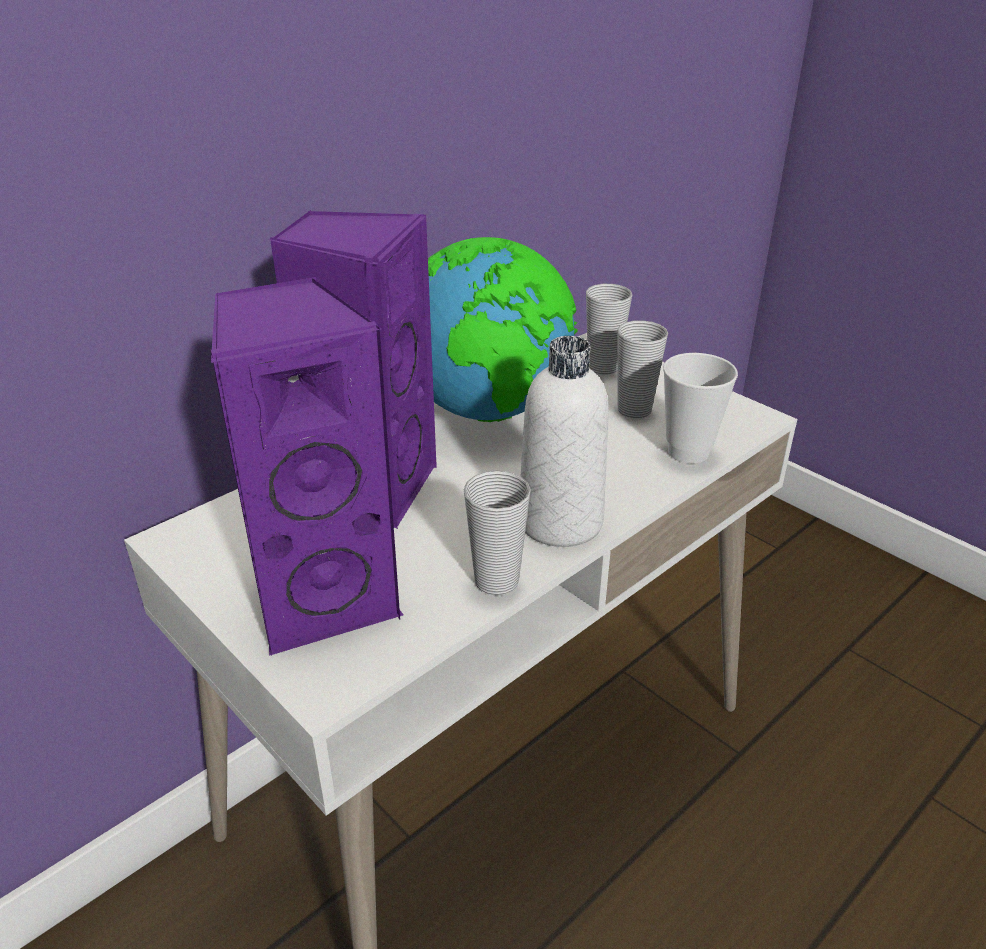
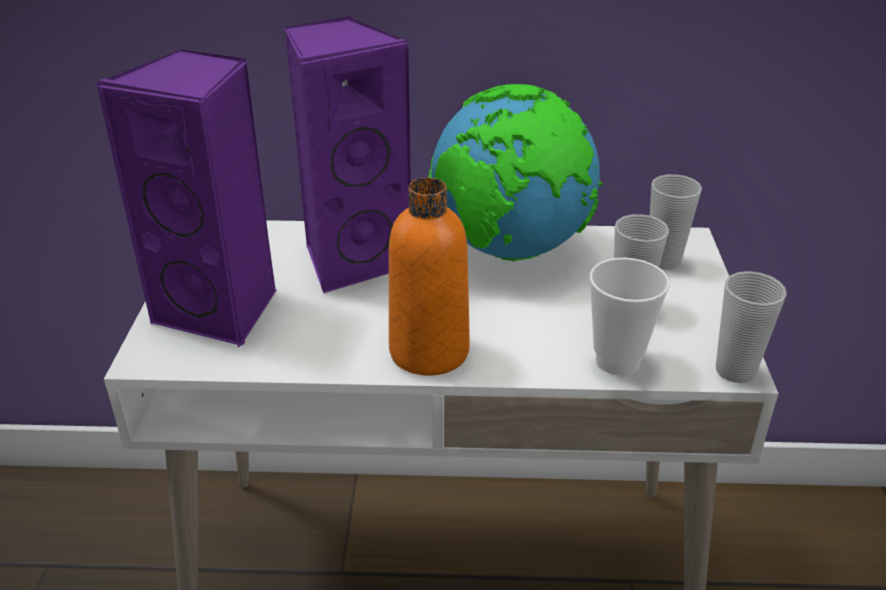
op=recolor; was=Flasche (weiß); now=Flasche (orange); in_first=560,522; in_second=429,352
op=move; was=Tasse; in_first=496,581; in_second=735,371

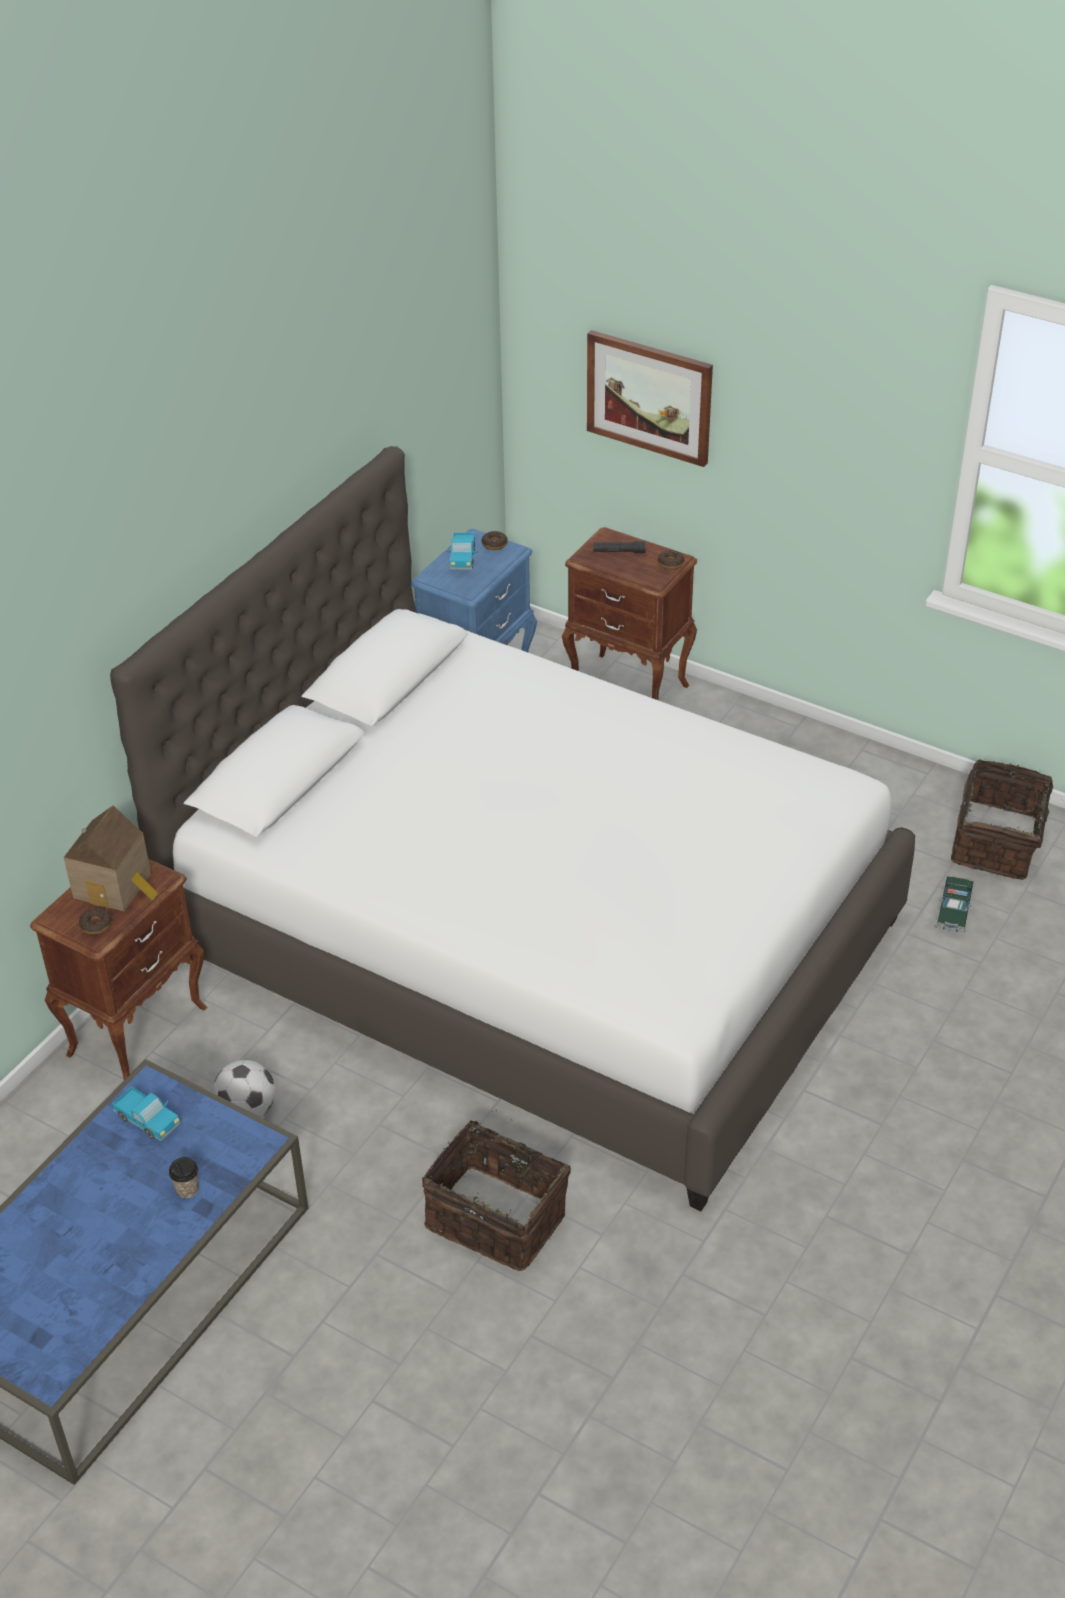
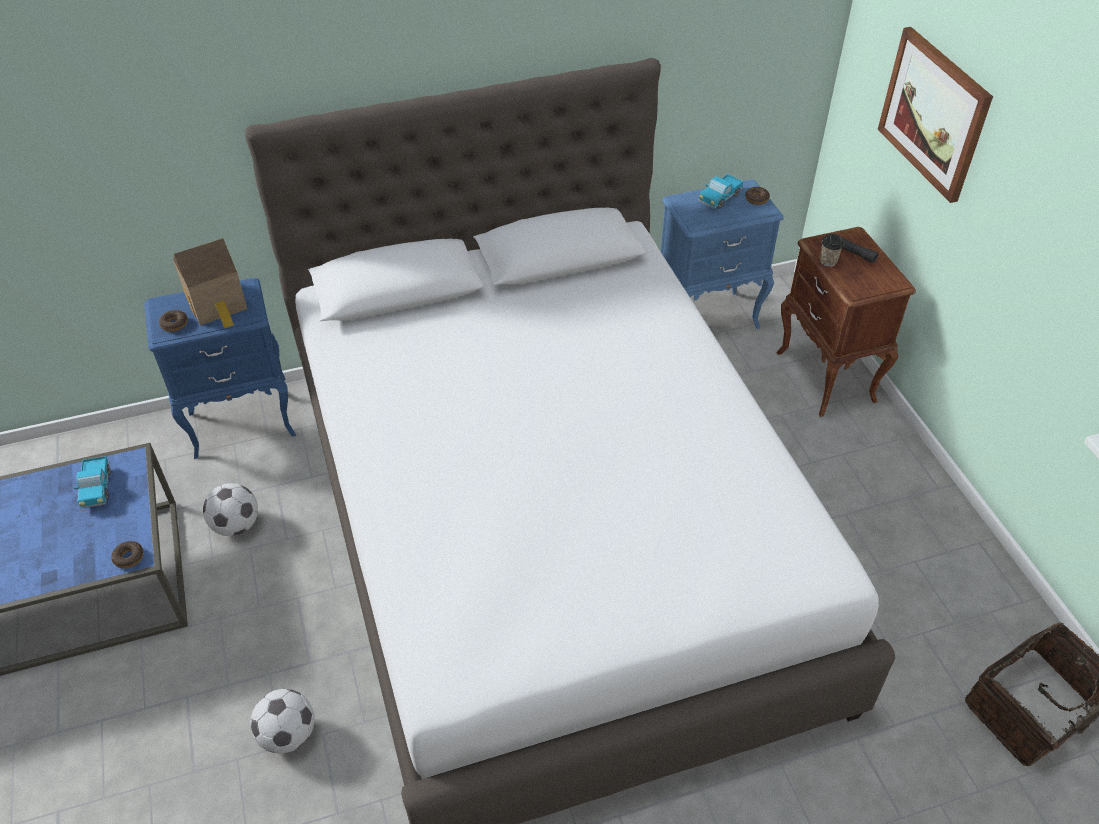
op=move; was=Donut; in_first=670,563; in_second=129,557
op=recolor; was=Nachttisch (braun); now=Nachttisch (blau); in_first=137,1031; in_second=242,424
op=replace; was=Korb; now=Fußball; in_first=498,1216; in_second=288,735
op=move; was=Tasse; in_first=187,1189; in_second=828,261
op=delete; was=Spielzeugauto; in_first=954,910

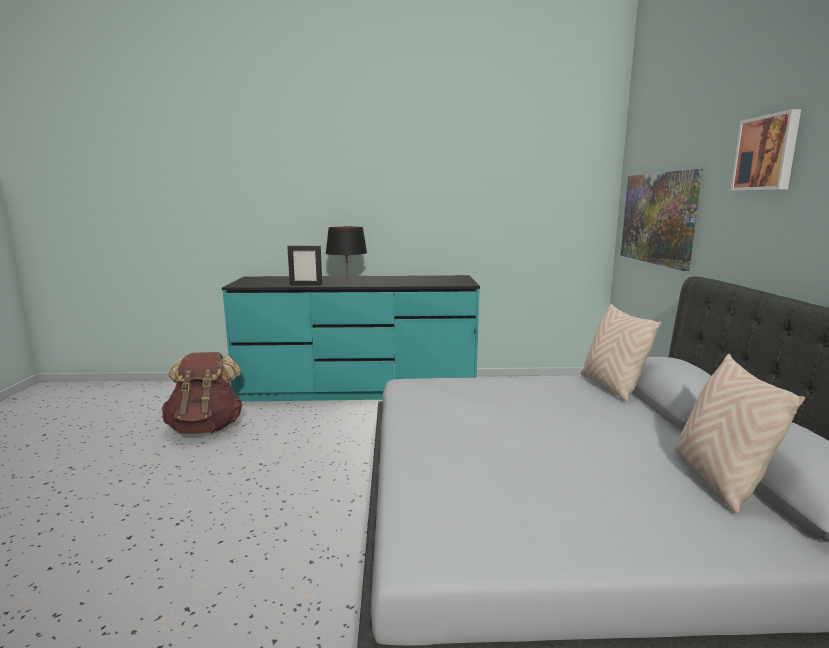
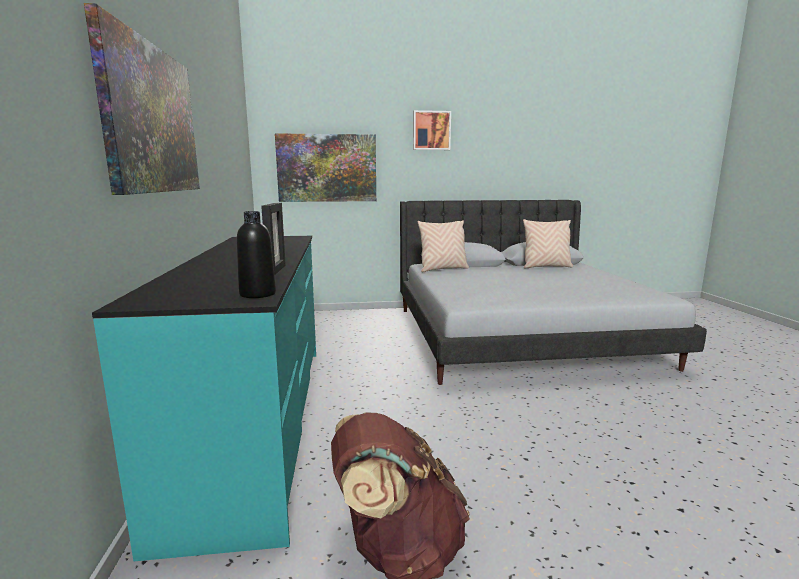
op=insert; now=Bild; in_second=152,119
op=insert; now=Flasche (schwarz); in_second=257,294
op=delete; was=Tischlampe (schwarz); in_first=347,280

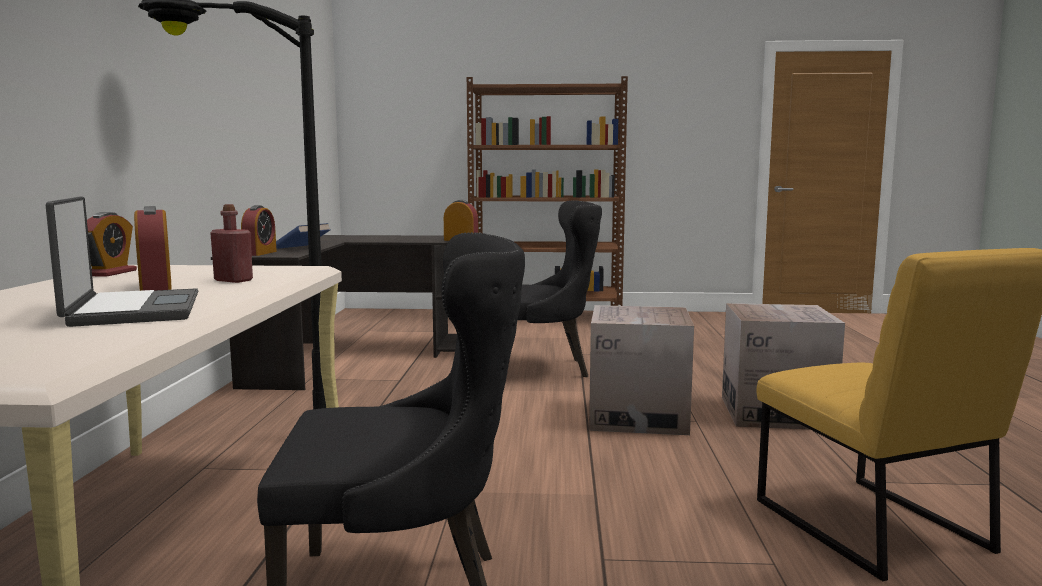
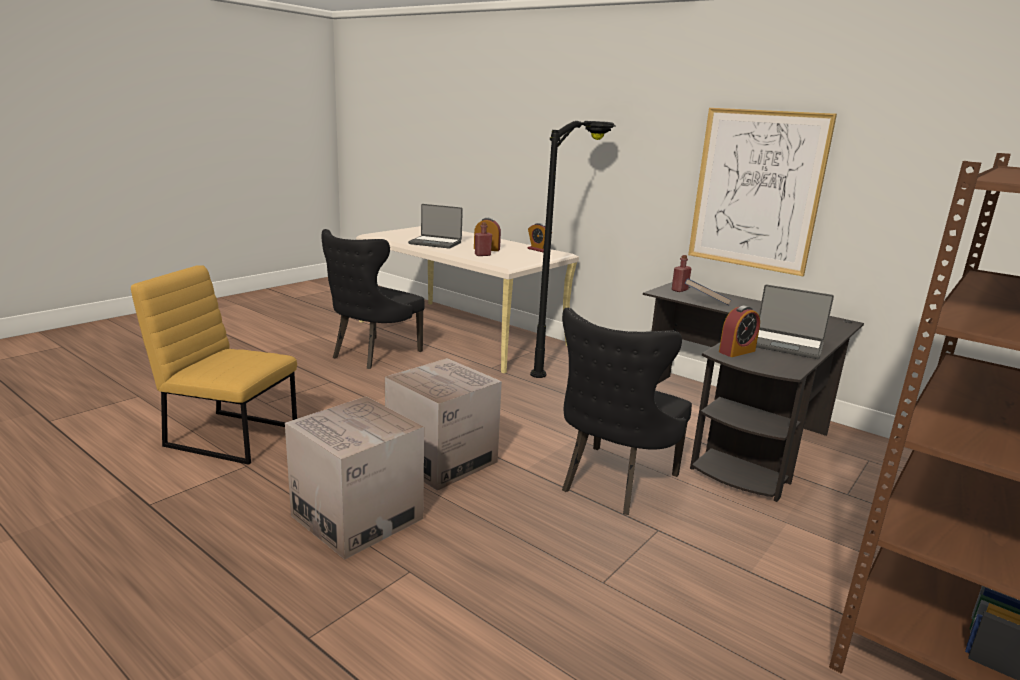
op=replace; was=Wecker; now=Flasche (rot); in_first=260,253; in_second=679,290
op=insert; now=Bild; in_second=756,190
op=insert; now=Laptop; in_second=786,345

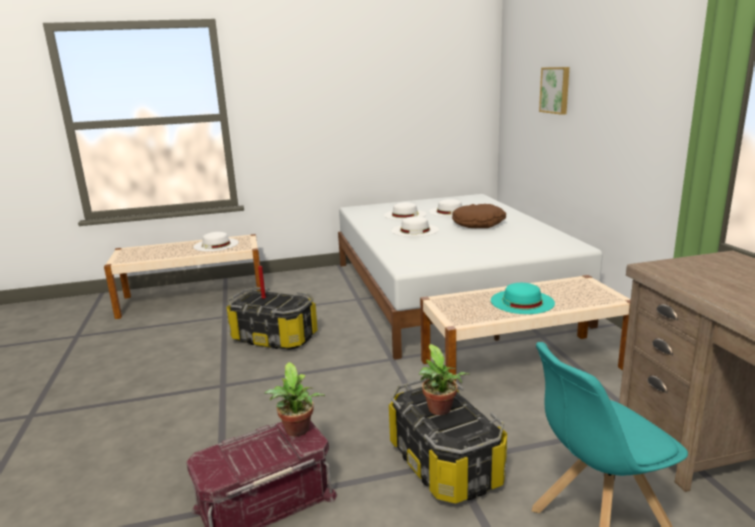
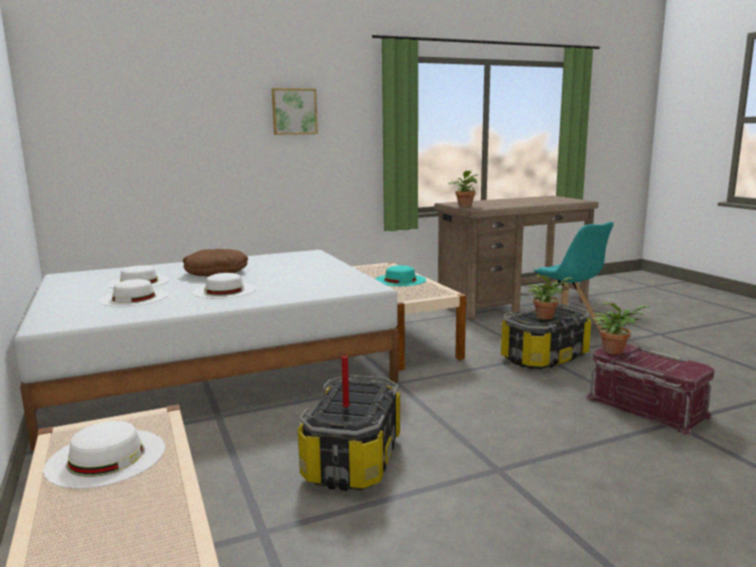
op=move; was=Bild; in_first=556,90; in_second=294,111
op=insert; now=Topfpflanze; in_second=464,206

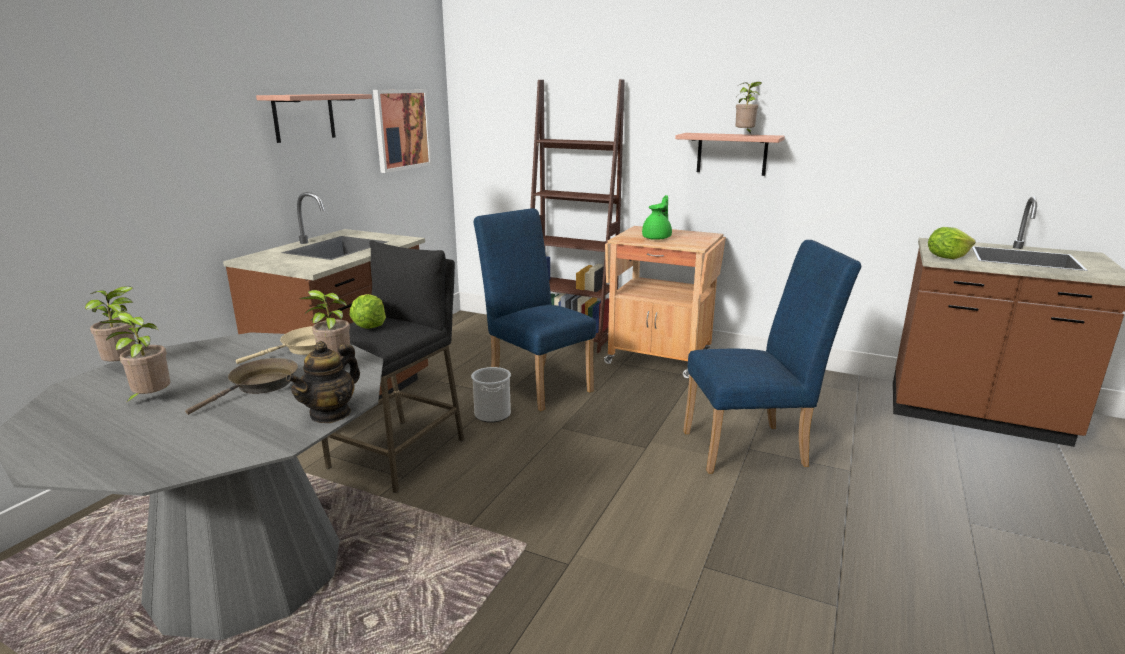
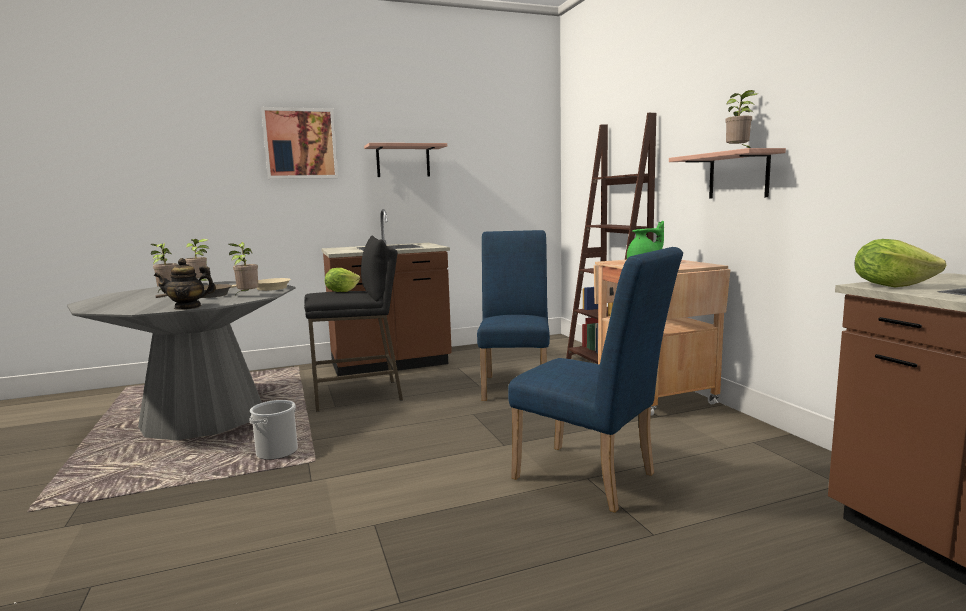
op=move; was=Eimer; in_first=492,414; in_second=277,452
op=move; was=Bild; in_first=401,129; in_second=300,143

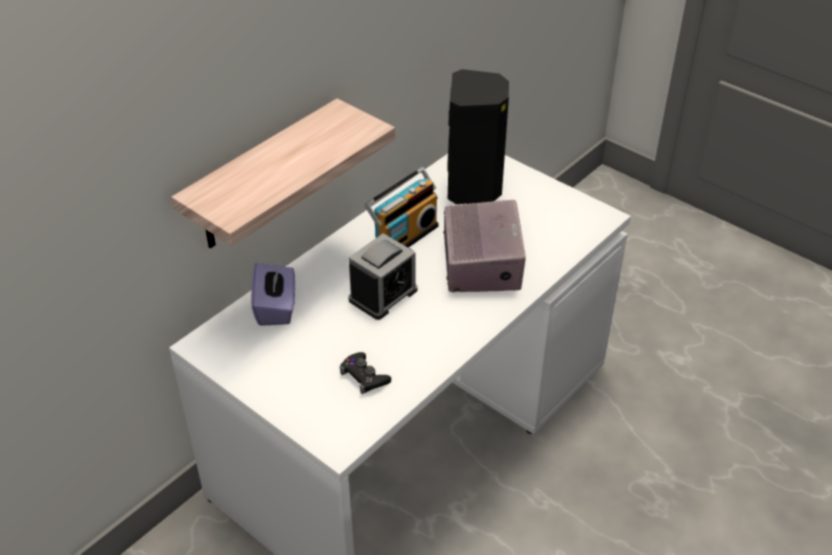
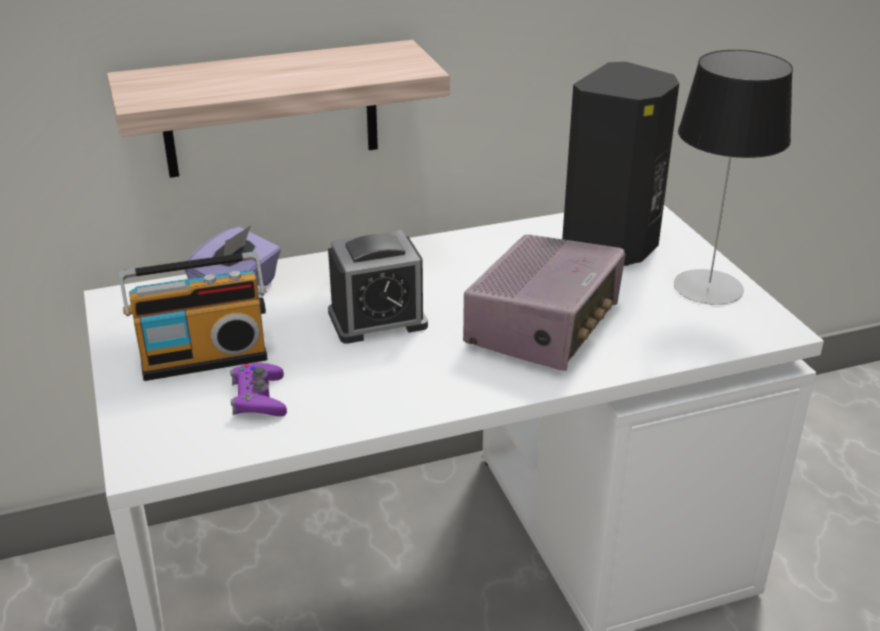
op=move; was=Radio; in_first=403,237; in_second=204,357
op=recolor; was=Gamepad (schwarz); now=Gamepad (lila); in_first=364,377; in_second=259,398
op=insert; now=Tischlampe; in_second=708,287

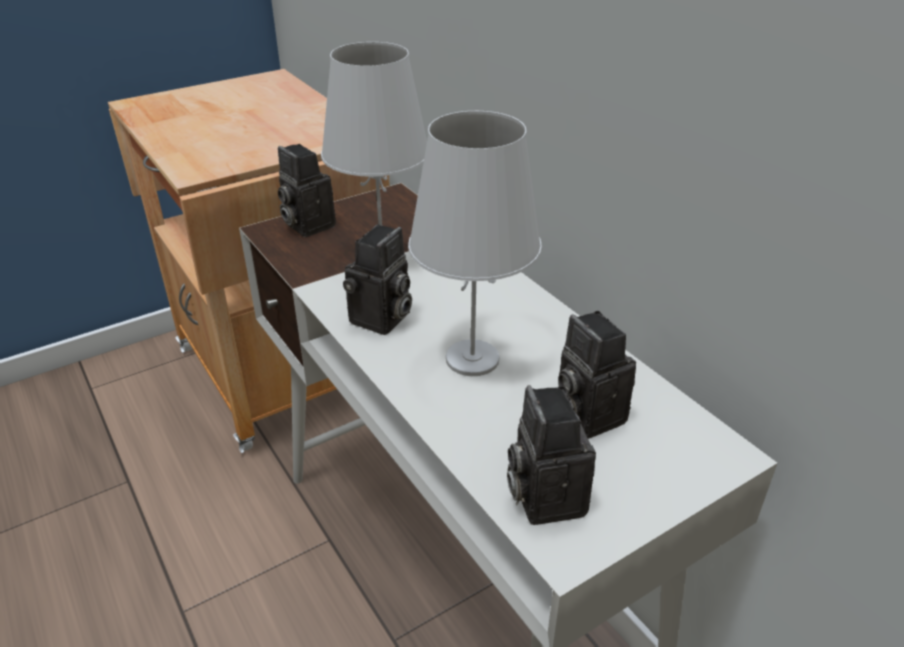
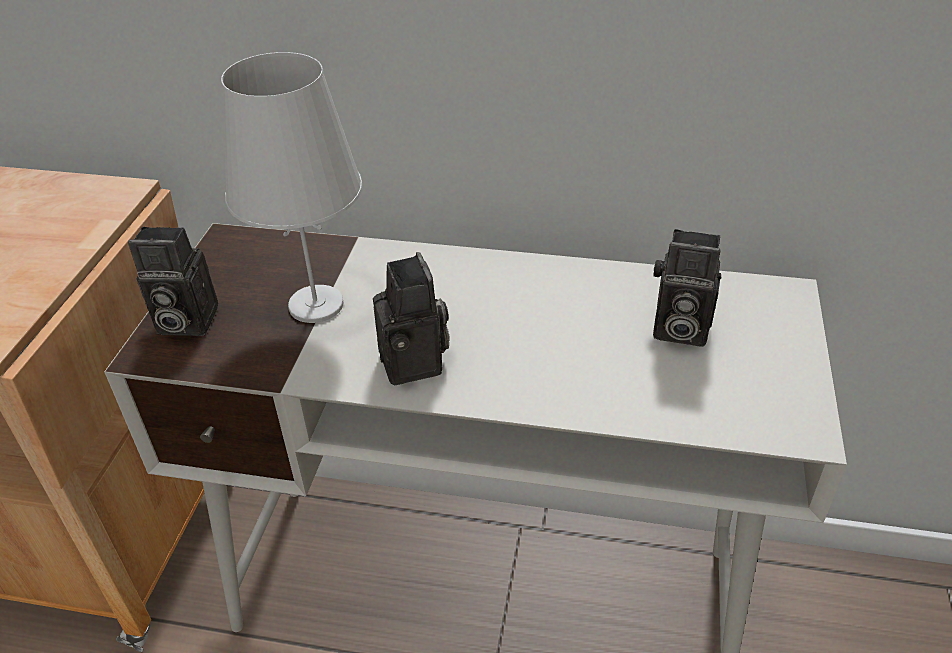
op=delete; was=Tischlampe (weiß); in_first=471,359
op=delete; was=Kamera; in_first=543,496

